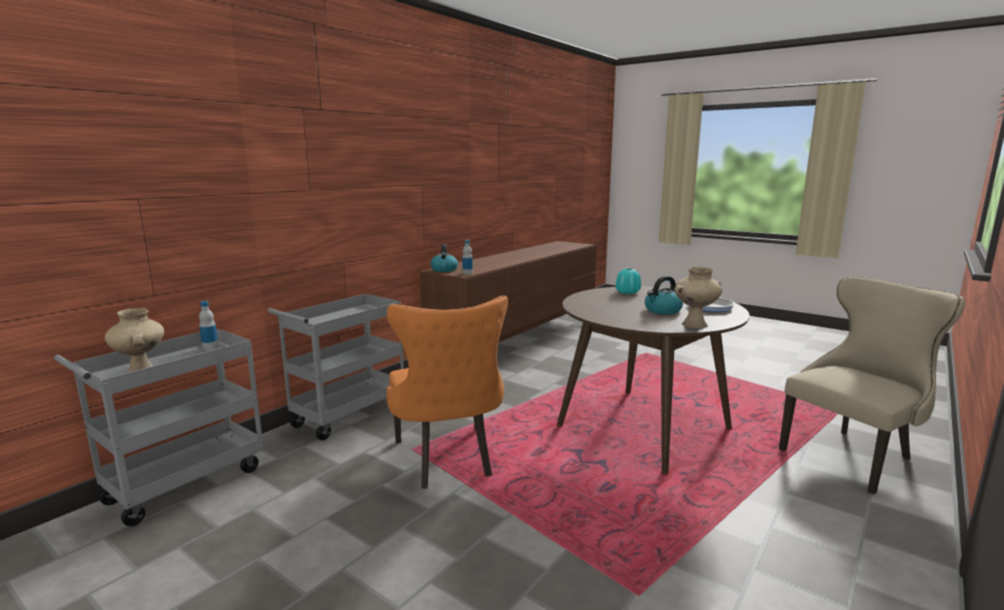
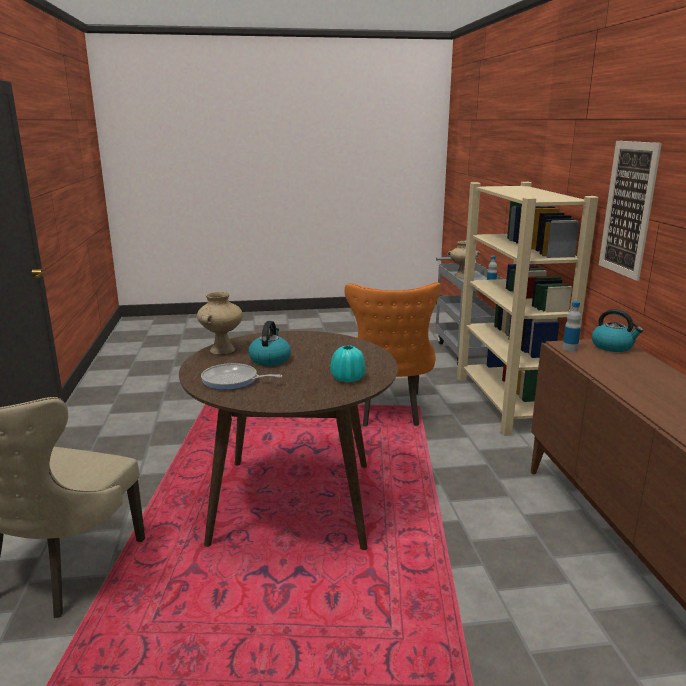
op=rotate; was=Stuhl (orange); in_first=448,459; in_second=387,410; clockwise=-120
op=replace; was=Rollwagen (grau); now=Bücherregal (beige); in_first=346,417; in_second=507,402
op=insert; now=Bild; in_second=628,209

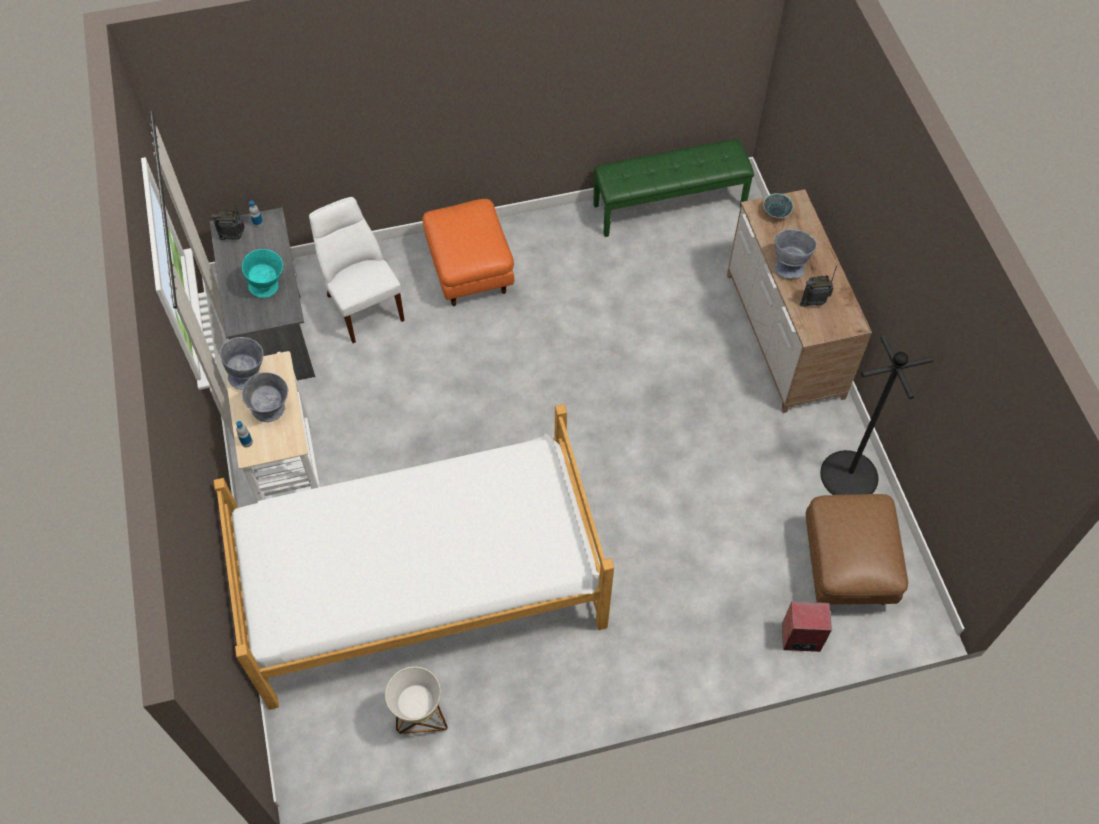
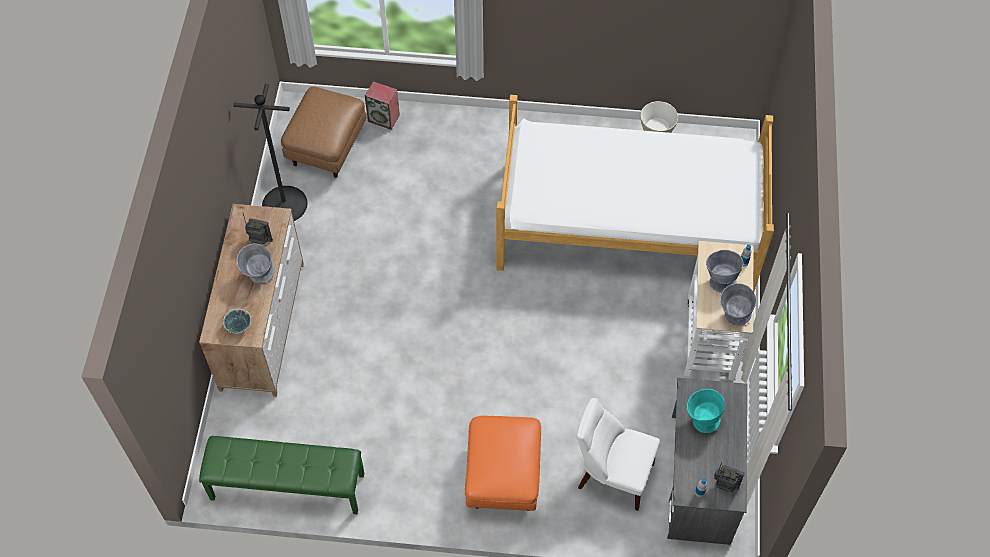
op=rotate; was=Stuhl (weiß); in_first=363,305; in_second=612,474; clockwise=120

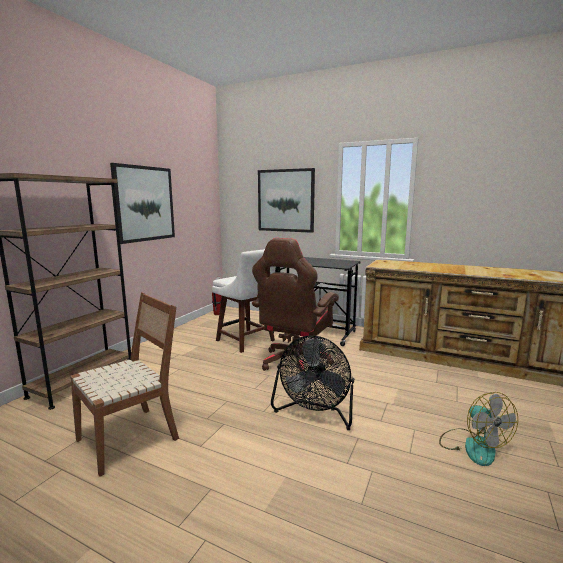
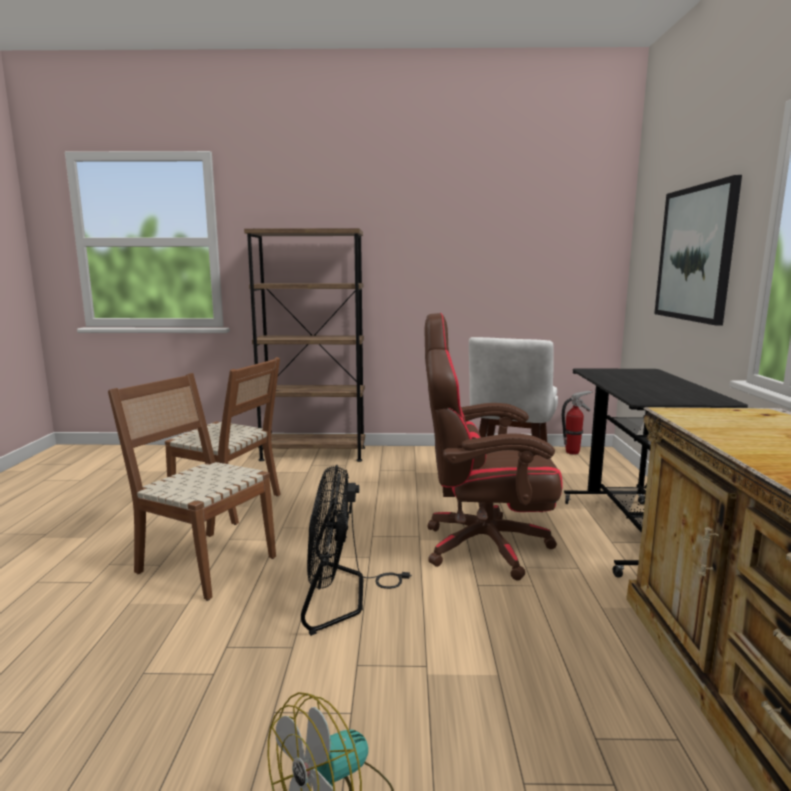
op=insert; now=Stuhl; in_second=203,563
op=delete; was=Bild; in_first=144,203

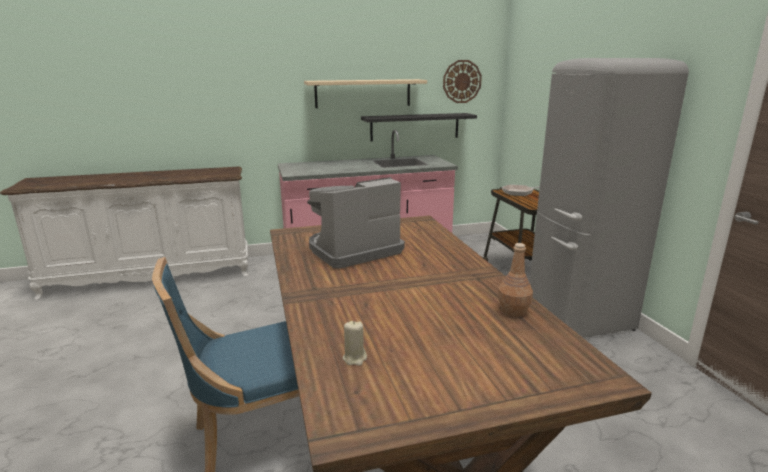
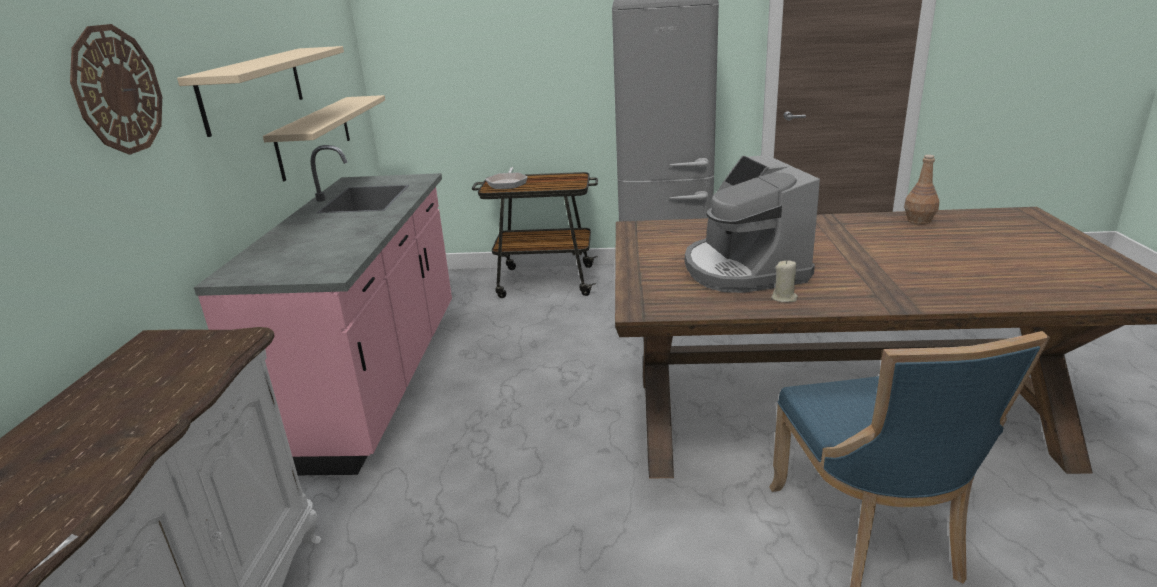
op=move; was=Wanduhr; in_first=462,81; in_second=117,90
op=recolor; was=Wandregal (schwarz); now=Wandregal (beige); in_first=415,127; in_second=314,136
op=move; was=Kerze (beige); in_first=355,358; in_second=784,298

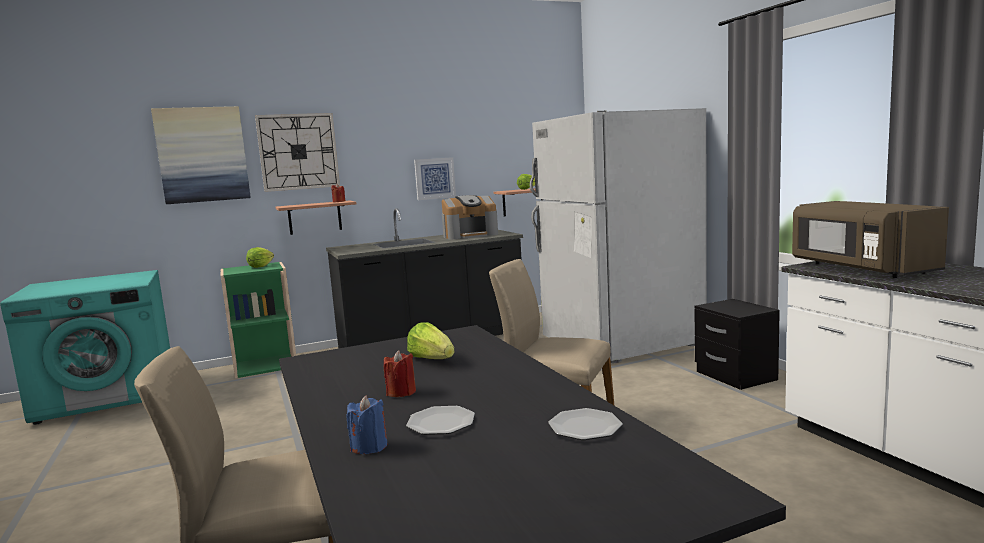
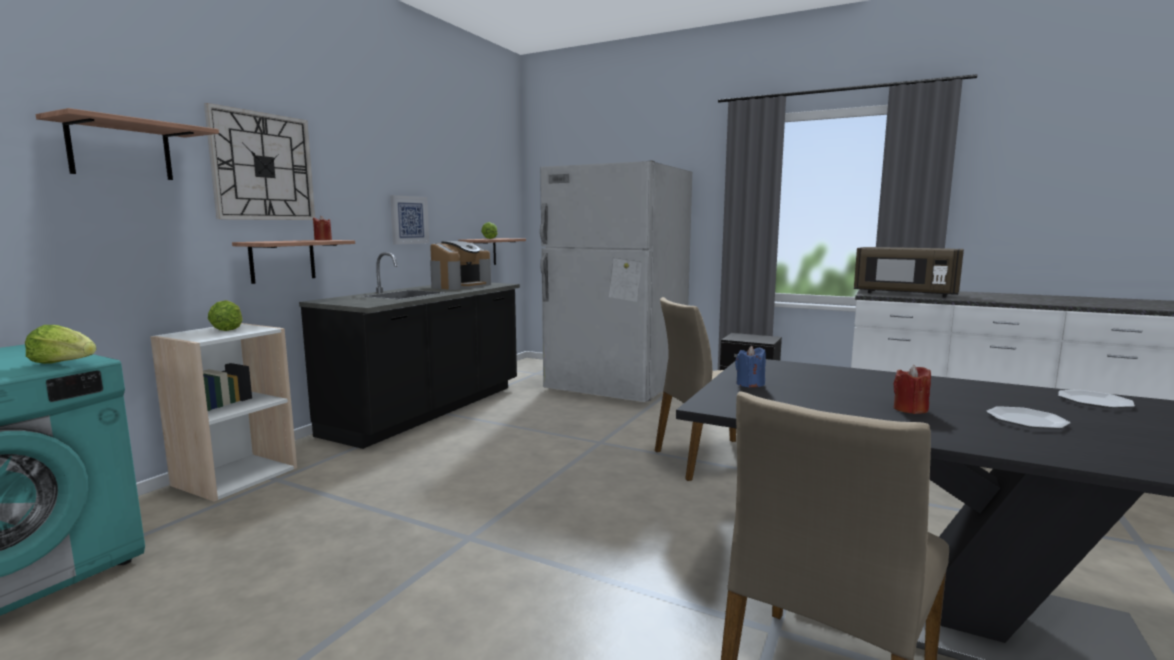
op=move; was=Salatkopf; in_first=432,360; in_second=64,363
op=replace; was=Bild; now=Wandregal; in_first=202,155; in_second=120,150
op=recolor; was=Bücherregal (grün); now=Bücherregal (weiß); in_first=266,365; in_second=236,476
op=move; was=Kerze (blau); in_first=369,446; in_second=750,384

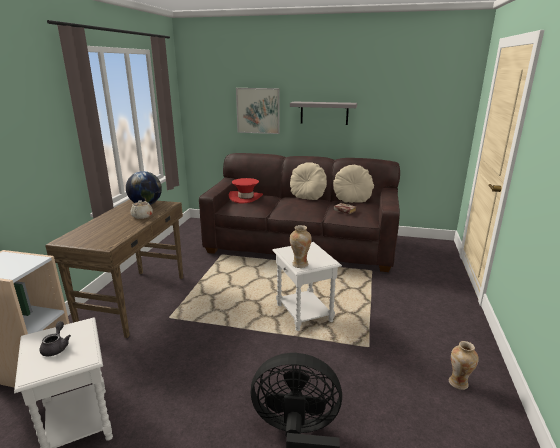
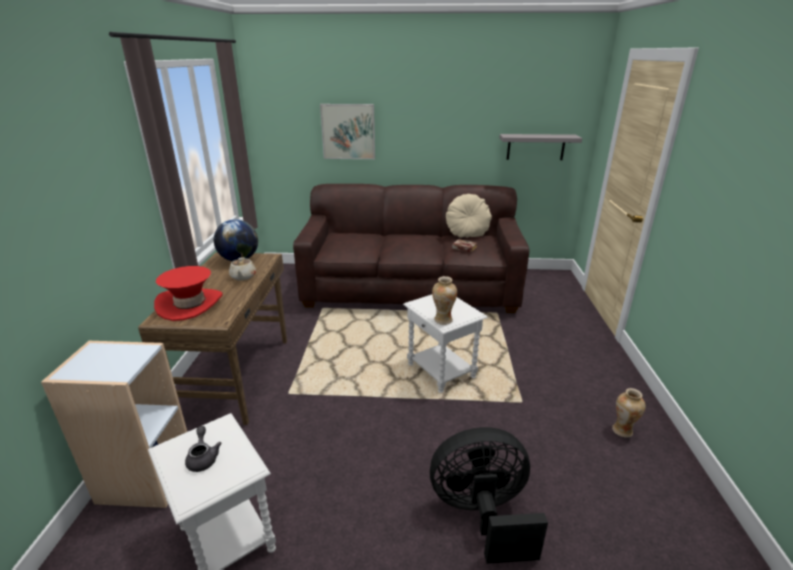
op=move; was=Hut (rot); in_first=246,198; in_second=190,304
op=move; was=Wandregal (grau); in_first=324,113; in_second=535,147
op=delete; was=Kissen (beige); in_first=307,198

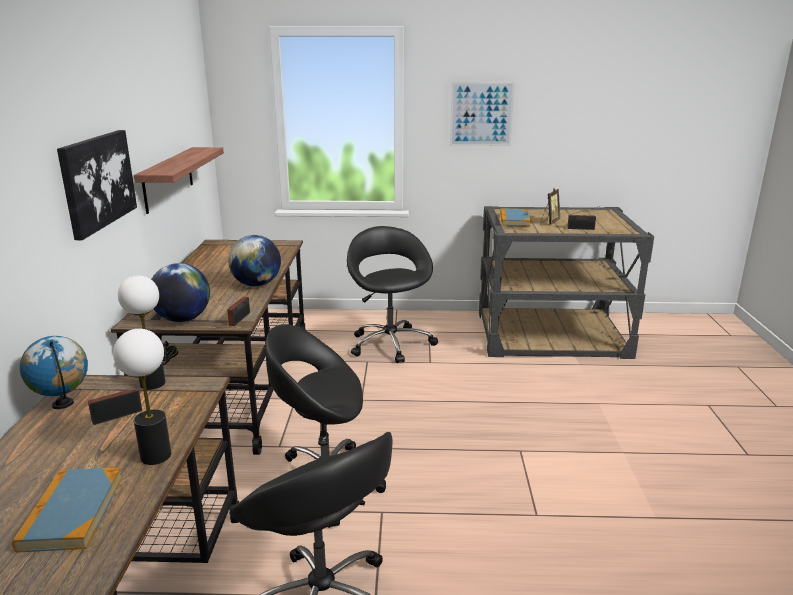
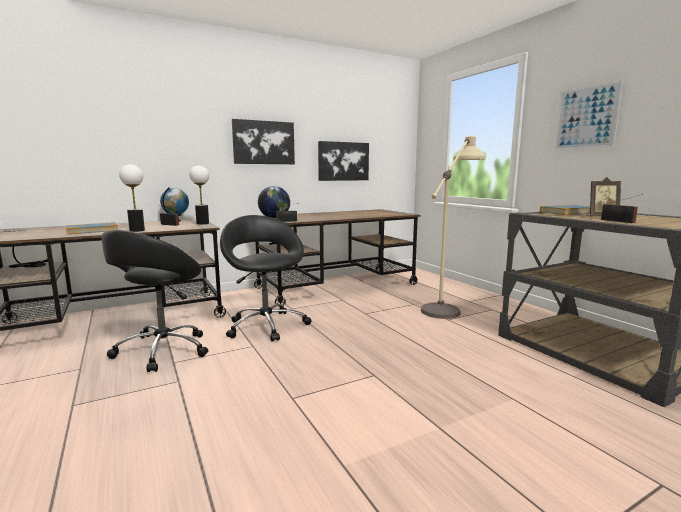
op=replace; was=Wandregal; now=Bild; in_first=168,178; in_second=343,161
op=replace; was=Bürostuhl (schwarz); now=Stehlampe (beige); in_first=390,344; in_second=449,304
op=delete; was=Globus; in_first=256,284

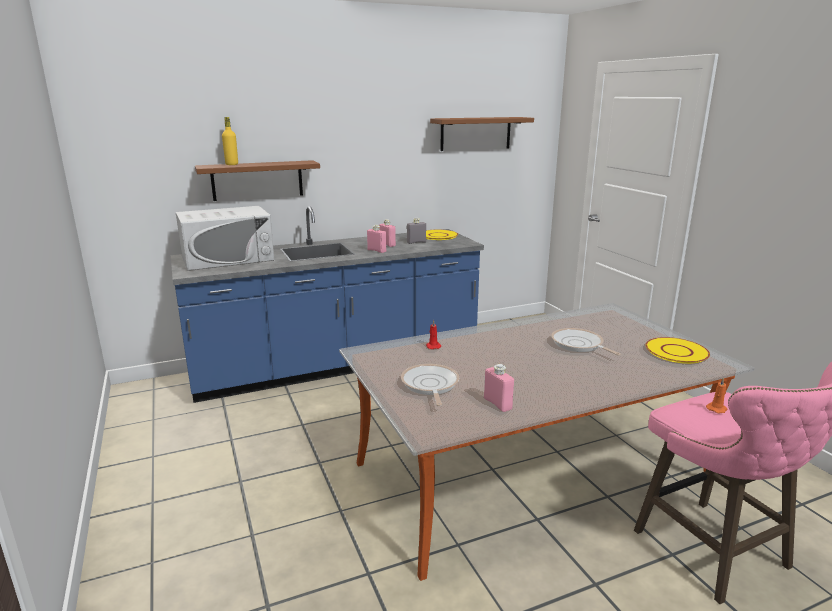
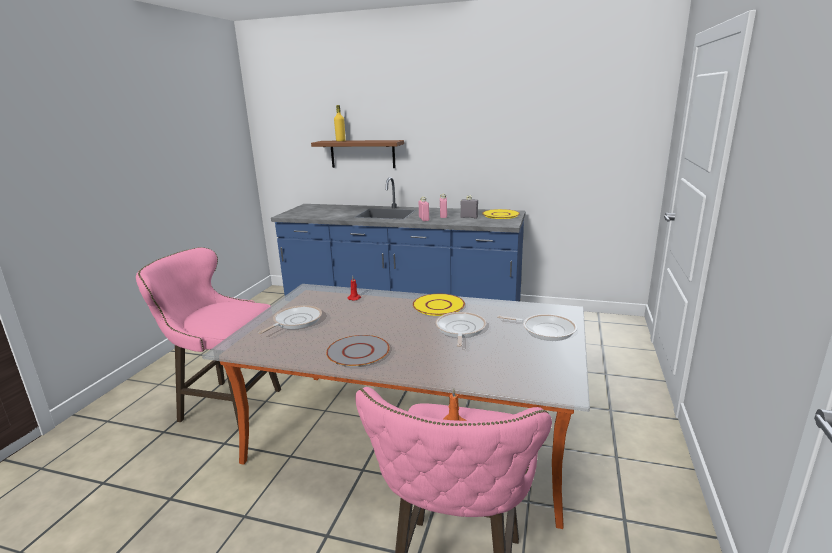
op=insert; now=Hocker (rosa); in_second=227,404
op=insert; now=Teller (grau); in_second=357,352
op=move; was=Teller (gelb); in_first=676,352; in_second=438,306
op=insert; now=Pfanne; in_second=545,330
op=delete; was=Mikrowelle (weiß); in_first=228,258
op=delete; was=Wandregal (braun); in_first=475,133
op=delete; was=Flasche (rosa); in_first=497,403

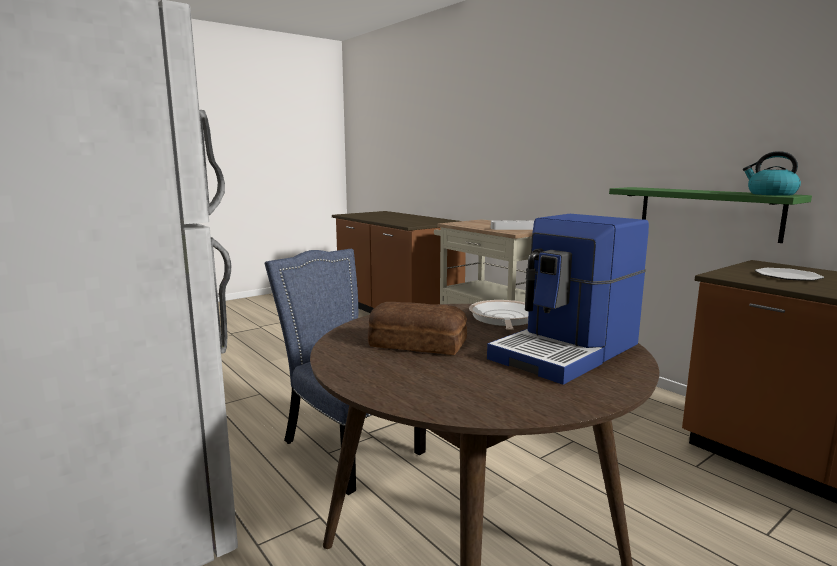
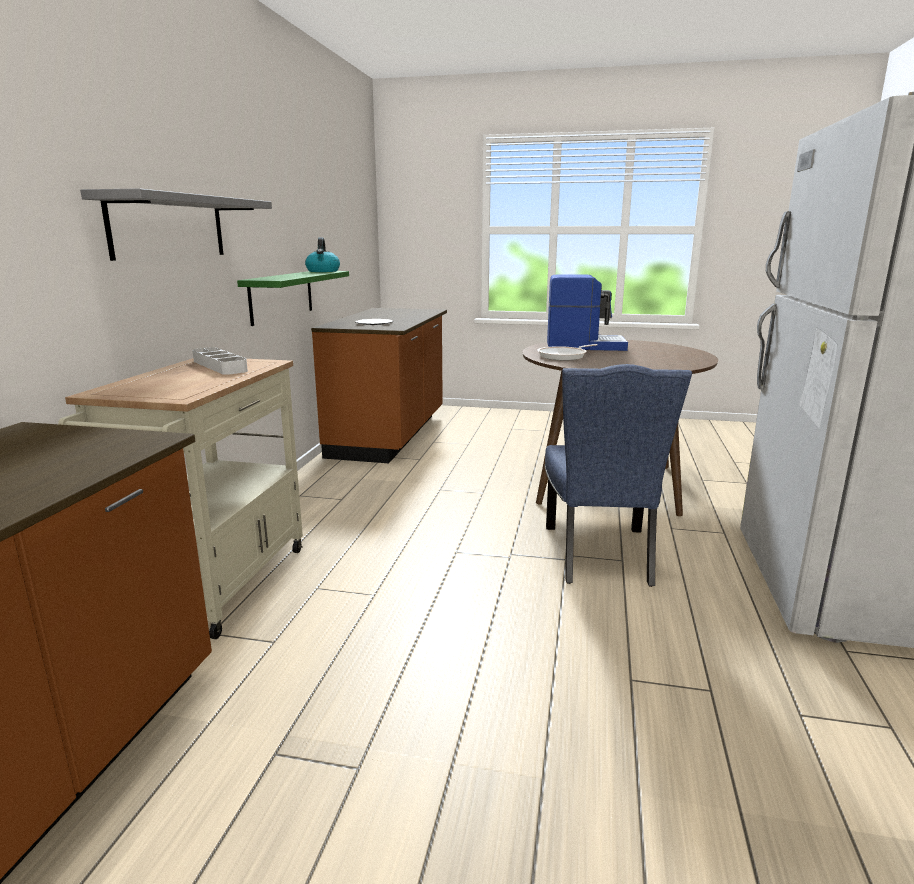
op=insert; now=Wandregal (grau); in_second=169,227
op=delete; was=Brot; in_first=417,343

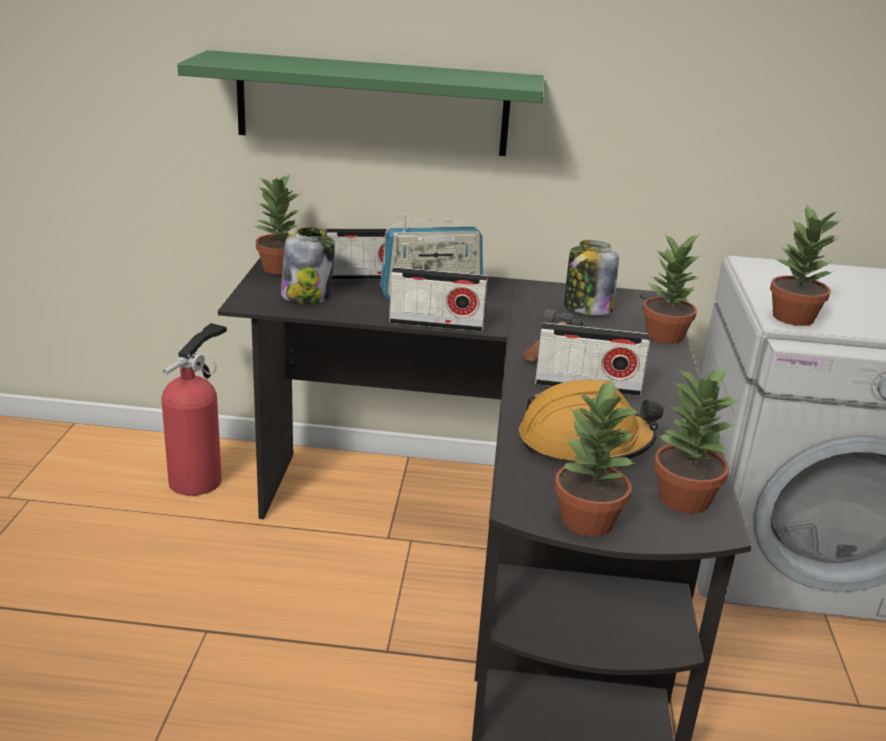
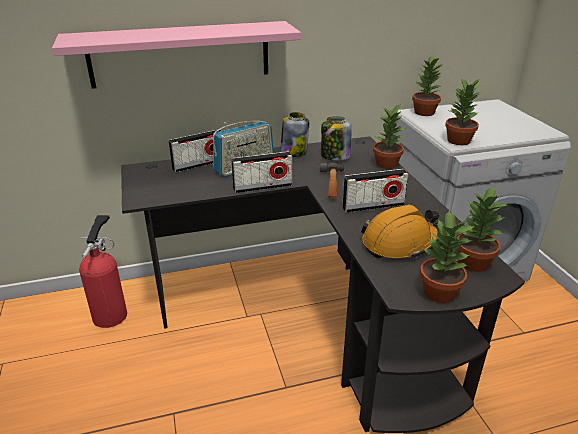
op=recolor; was=Wandregal (grün); now=Wandregal (rosa); in_first=372,104; in_second=180,54
op=move; was=Vorratsglas; in_first=307,296; in_second=294,152
op=move; was=Topfpflanze; in_first=279,268; in_second=424,112

